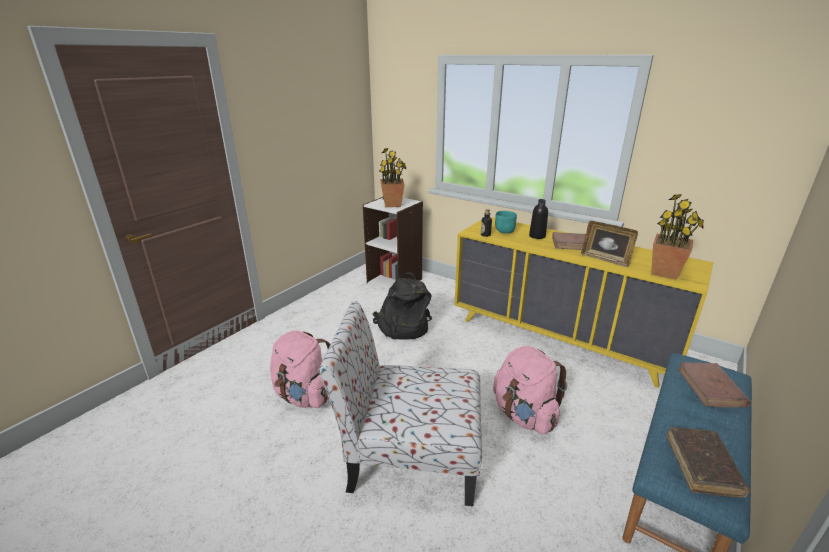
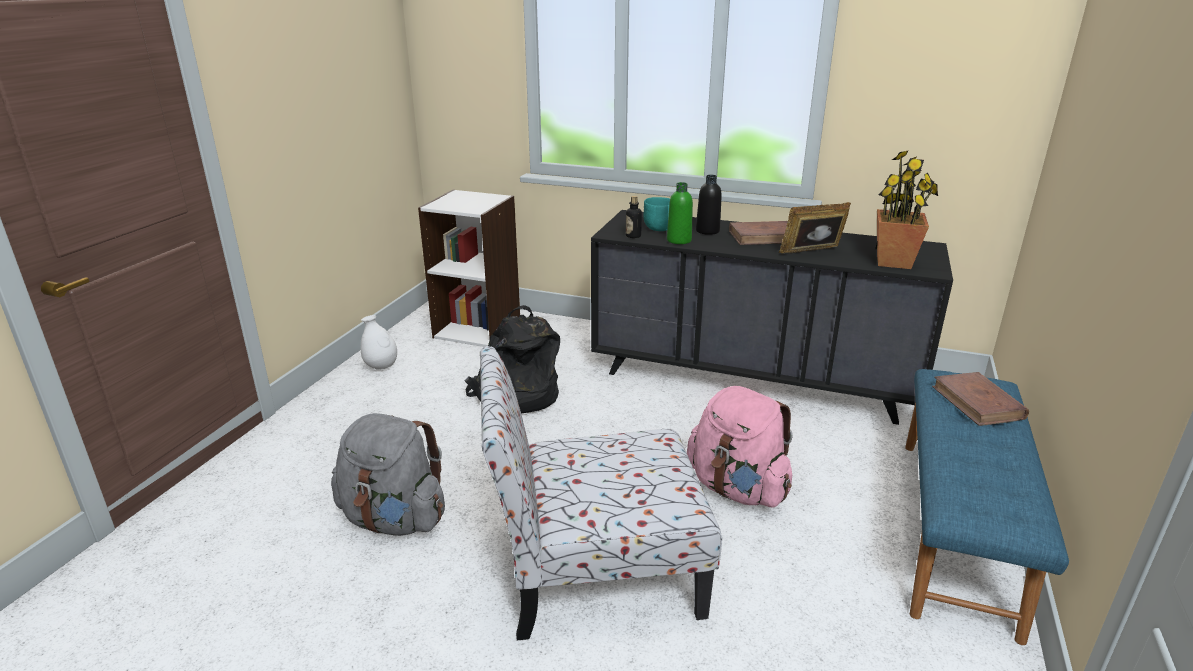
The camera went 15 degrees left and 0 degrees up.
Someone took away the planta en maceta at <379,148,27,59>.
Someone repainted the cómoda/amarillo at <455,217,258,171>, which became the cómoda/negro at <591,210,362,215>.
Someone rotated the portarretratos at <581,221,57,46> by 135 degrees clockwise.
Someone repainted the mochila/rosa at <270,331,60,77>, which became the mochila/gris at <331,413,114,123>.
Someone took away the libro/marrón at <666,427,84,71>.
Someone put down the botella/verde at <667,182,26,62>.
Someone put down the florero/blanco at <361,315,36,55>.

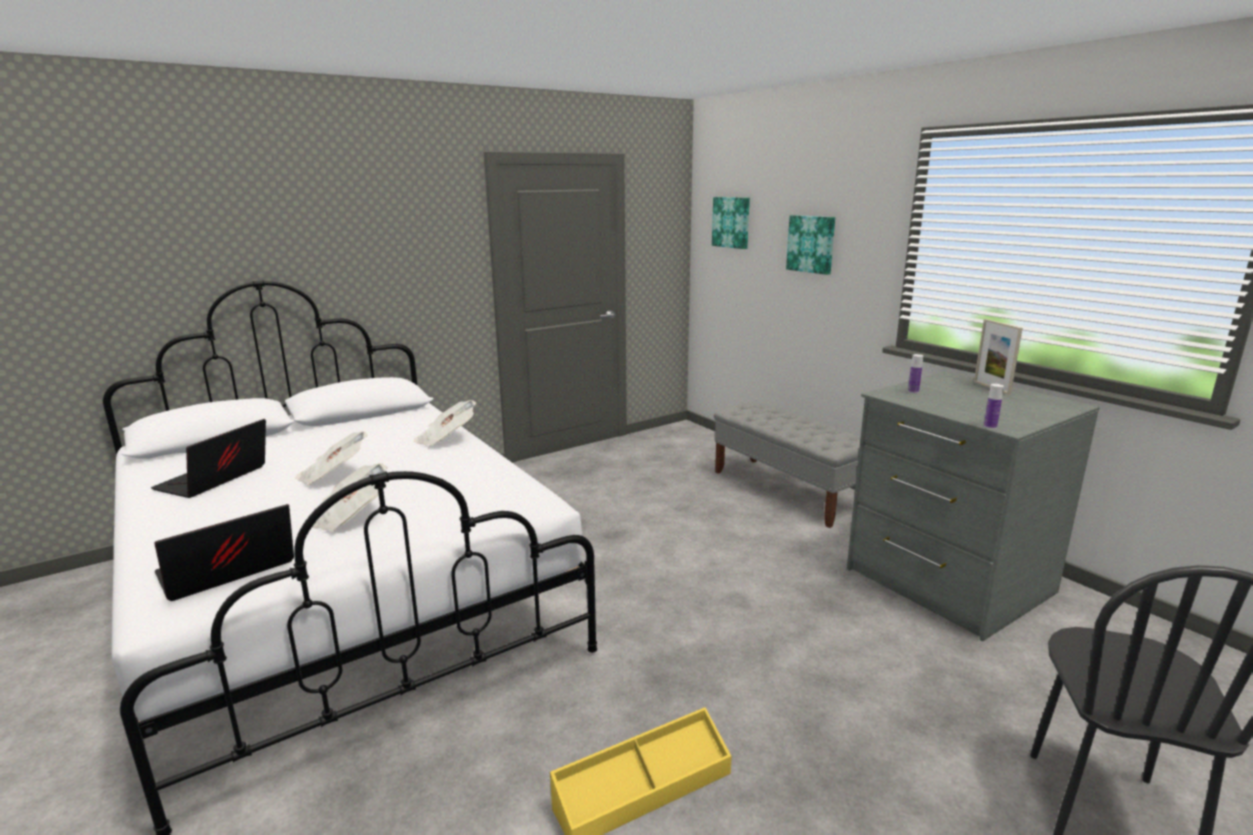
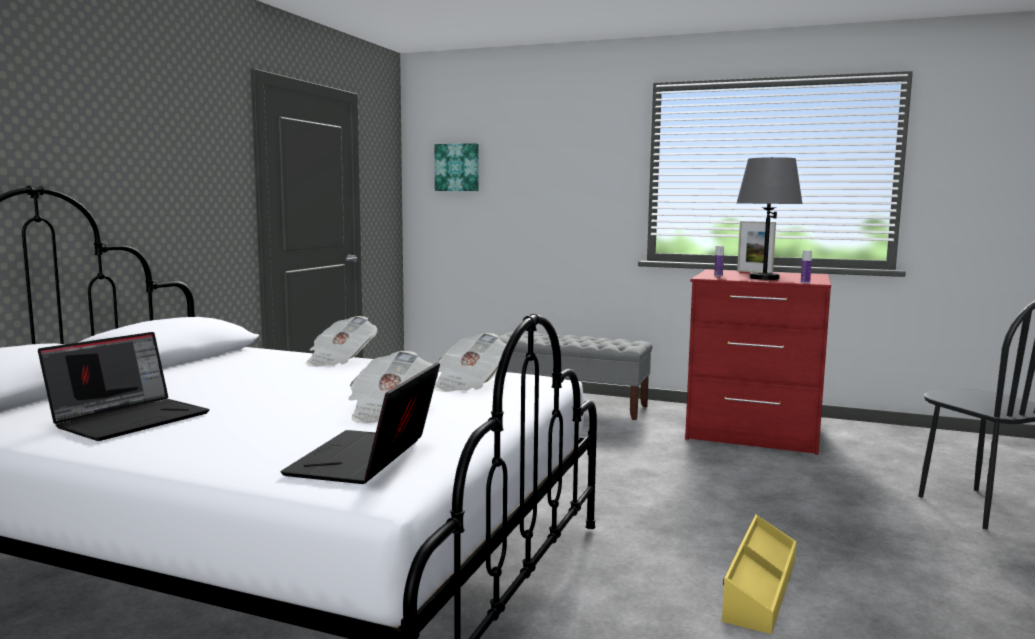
The camera went 35 degrees left and 10 degrees down.
Someone took away the cuadro at <786,215,49,60>.
Someone repainted the cómoda/gris at <847,371,253,270>, which became the cómoda/rojo at <685,269,146,186>.
Someone rotated the portátil at <151,419,115,79> by 135 degrees counterclockwise.
Someone carried the periódico from <295,431,72,55> to <434,333,72,59>.
Someone put down the lámpara de mesa/gris at <737,157,65,123>.

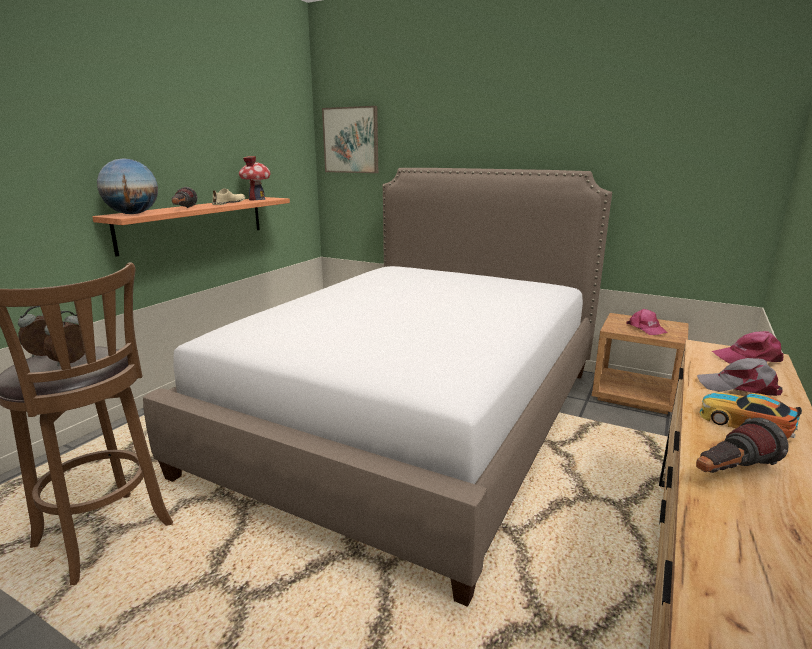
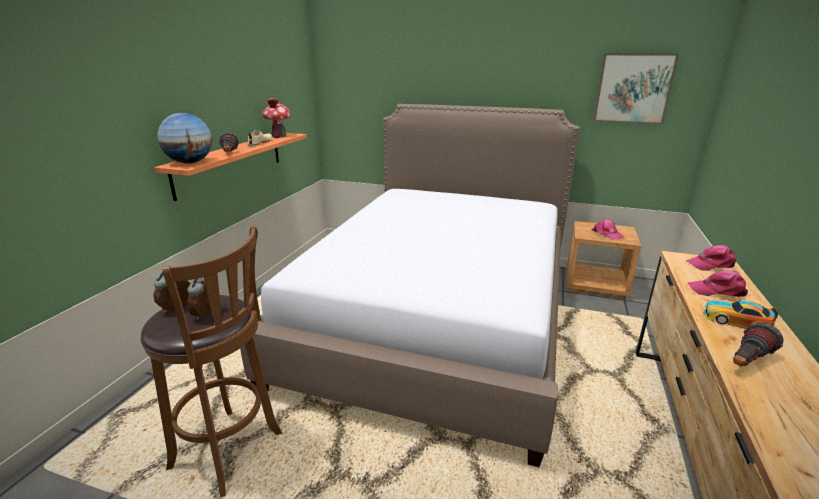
The camera went 10 degrees left and 5 degrees up.
Someone carried the cuadro from <322,106,56,67> to <593,54,86,70>.
Someone repainted the gorra/gris at <697,358,86,38>, which became the gorra/rosa at <687,270,61,27>.

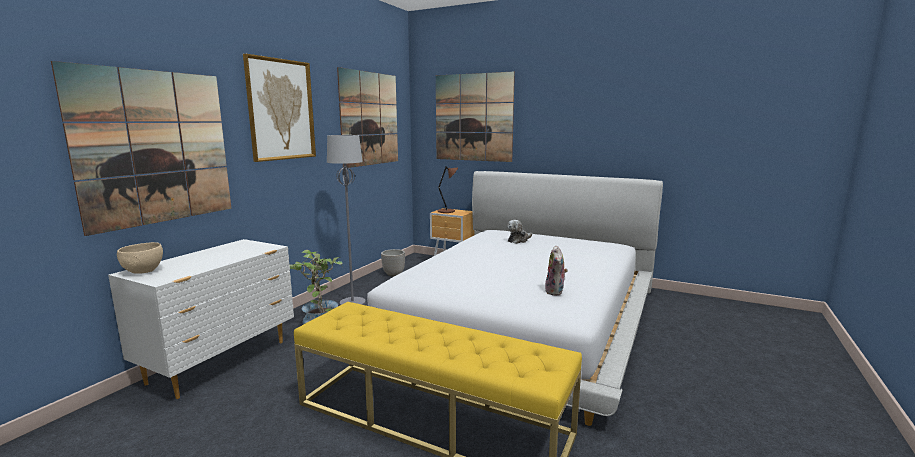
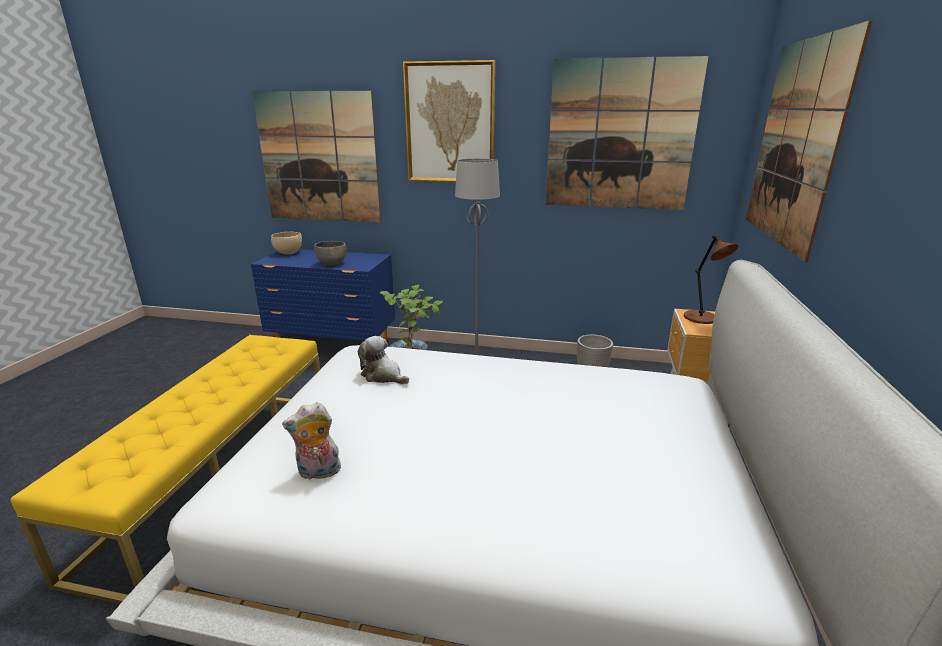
The camera went 75 degrees right and 10 degrees up.
Someone carried the peluche from <507,220,25,24> to <358,336,51,48>.
Someone repainted the cómoda/blanco at <108,239,186,160>, which became the cómoda/azul at <251,249,144,92>.
Someone put down the cuenco/gris at <314,241,33,25>.

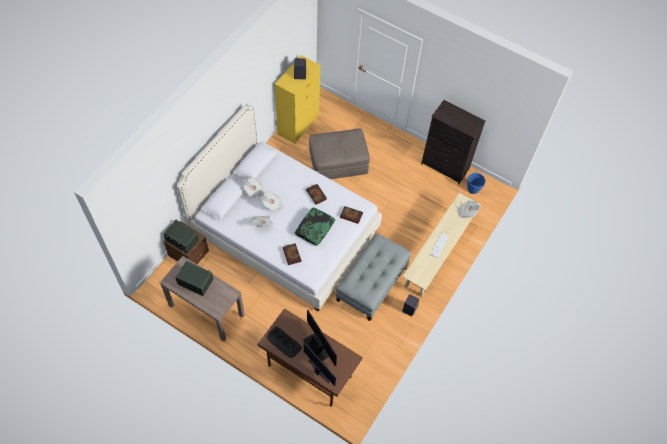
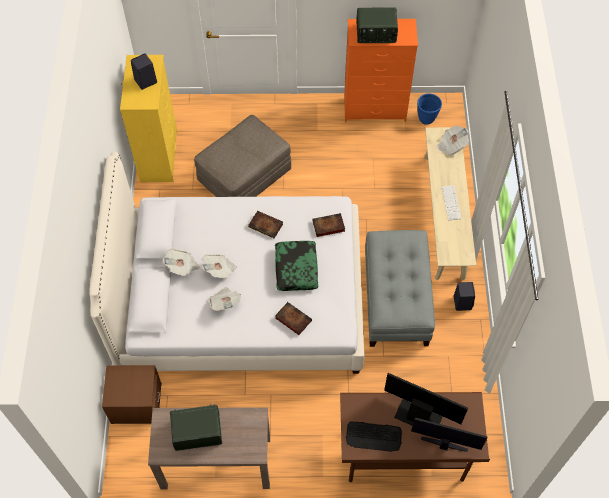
The camera went 30 degrees left and 0 degrees up.
Someone repainted the cómoda/negro at <421,100,65,85>, which became the cómoda/naranja at <344,19,74,103>.
Someone carried the radio from <163,220,36,34> to <356,8,42,35>.

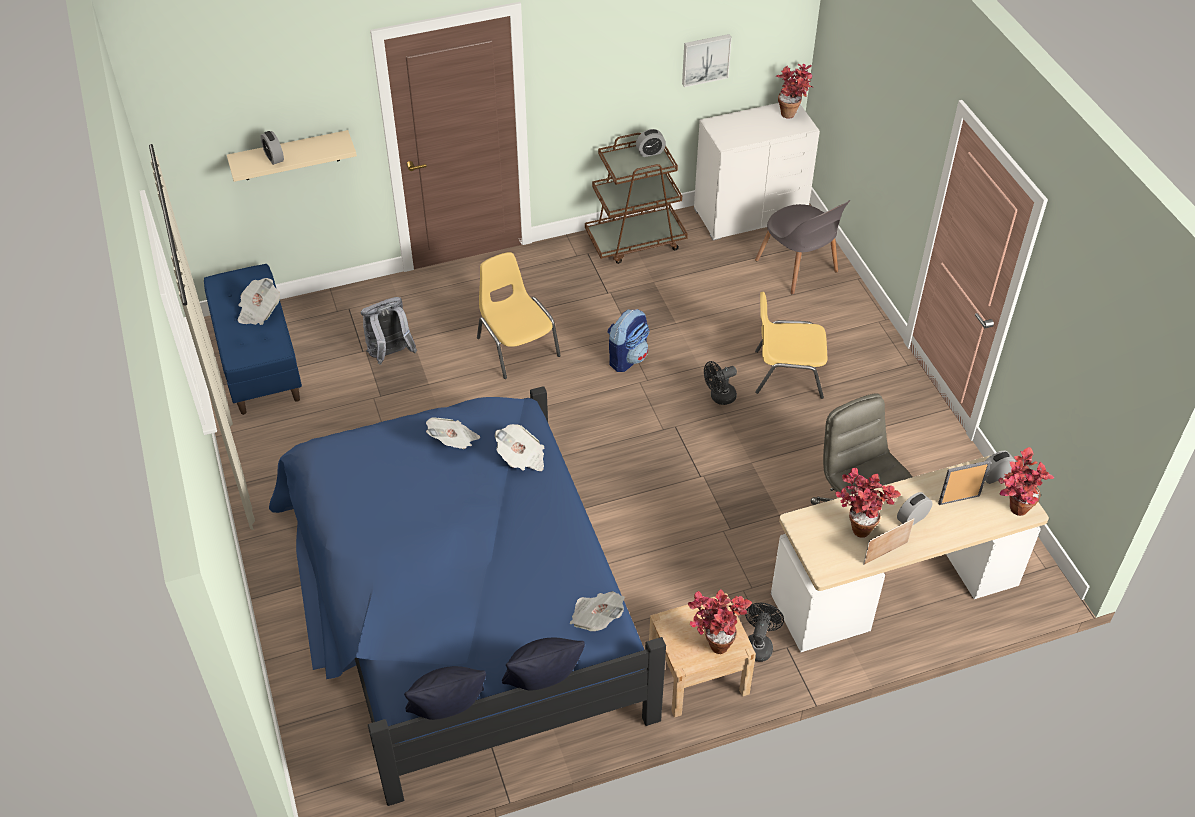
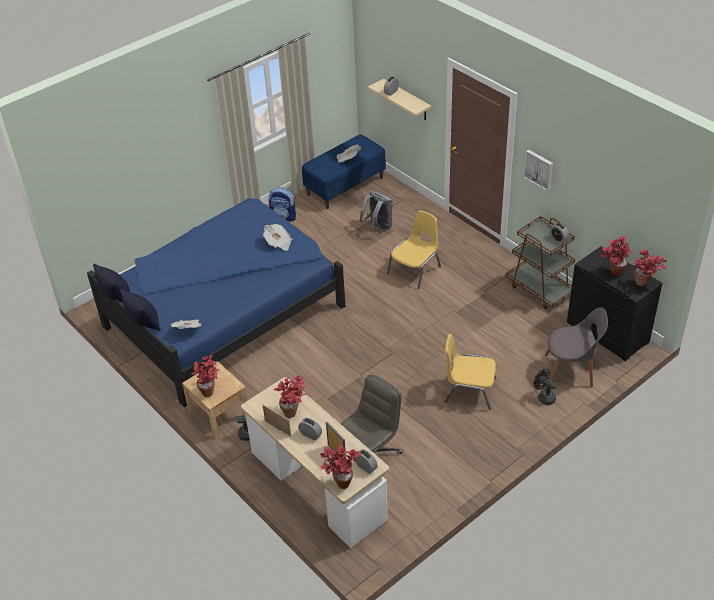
The camera went 70 degrees right and 5 degrees down.
Someone carried the cuadro from <682,34,50,53> to <524,150,29,41>.
Someone repainted the cómoda/blanco at <694,103,126,137>, which became the cómoda/negro at <567,246,95,115>.
Someone rotated the silla/gris at <755,200,95,95> by 120 degrees counterclockwise.
Someone rotated the silla/amarillo at <755,292,72,107> by 60 degrees counterclockwise.
Someone carried the mochila from <607,309,42,63> to <269,187,27,35>.
Someone carried the ventilador/negro from <704,361,33,44> to <534,369,23,36>.
Someone took away the periódico at <495,424,49,47>.
Someone put down the planta en maceta at <600,236,32,40>.

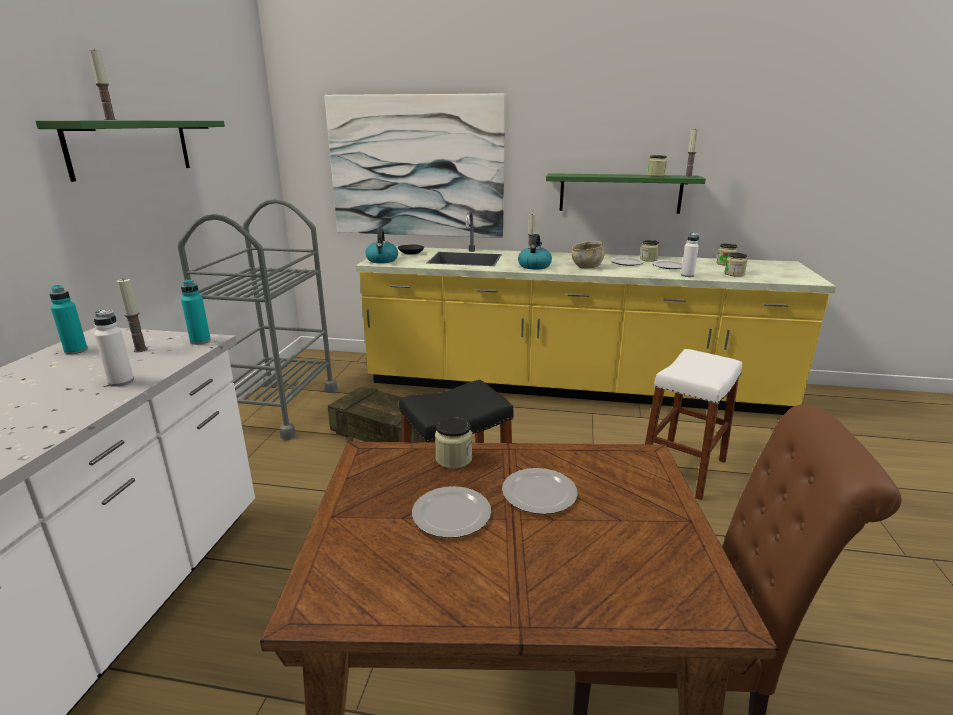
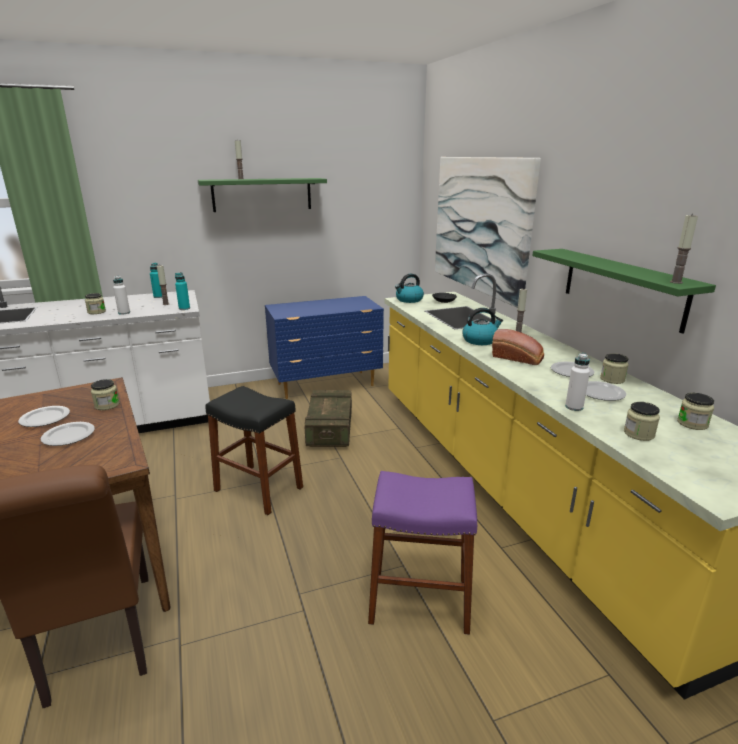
The camera went 60 degrees right and 0 degrees up.
Someone carried the tarro from <647,155,20,22> to <85,293,21,21>.
Someone swapped the carrito/gris at <178,199,159,241> for the cómoda/azul at <265,296,119,103>.
Someone swapped the cuenco/beis at <572,241,33,28> for the pan at <492,329,52,36>.
Someone repainted the taburete/blanco at <645,349,97,151>, which became the taburete/morado at <368,471,109,164>.

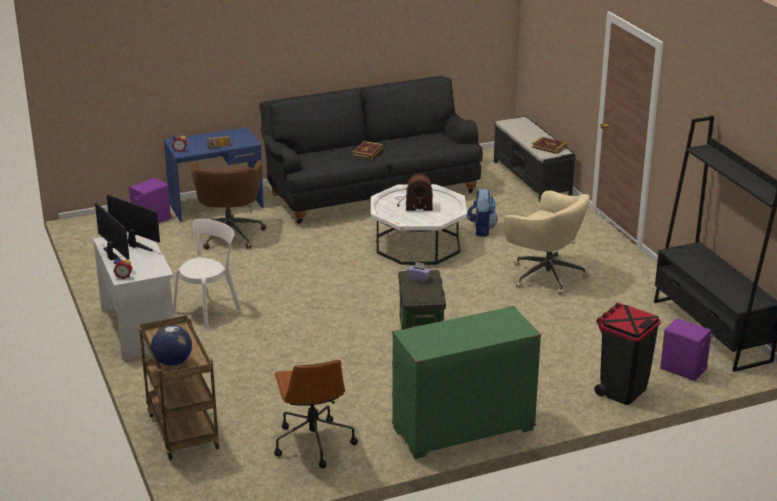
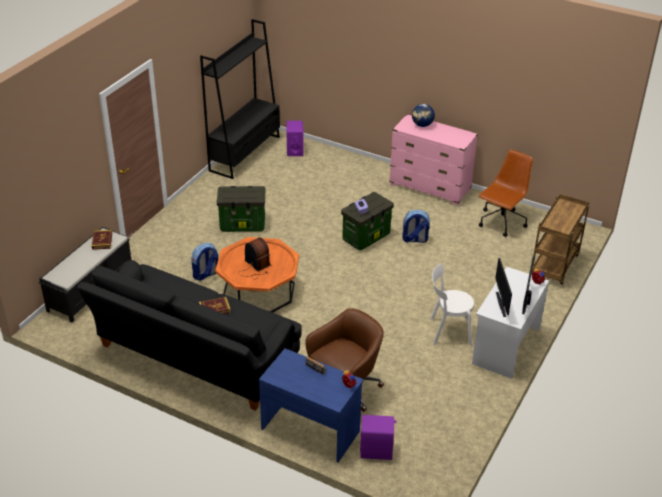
The camera went 130 degrees left and 10 degrees up.
Someone repainted the mesa de centro/blanco at <371,184,96,81>, which became the mesa de centro/naranja at <215,237,84,76>.
Someone swapped the silla de oficina/beis at <504,190,86,105> for the caja de almacenaje at <217,186,48,46>.
Someone took away the papelera/negro at <594,302,67,103>.
Someone repainted the cómoda/verde at <392,306,149,153>, which became the cómoda/rosa at <389,114,89,91>.
Someone carried the globo terráqueo from <151,325,41,41> to <412,104,23,23>.
Someone put down the mochila at <402,210,28,33>.

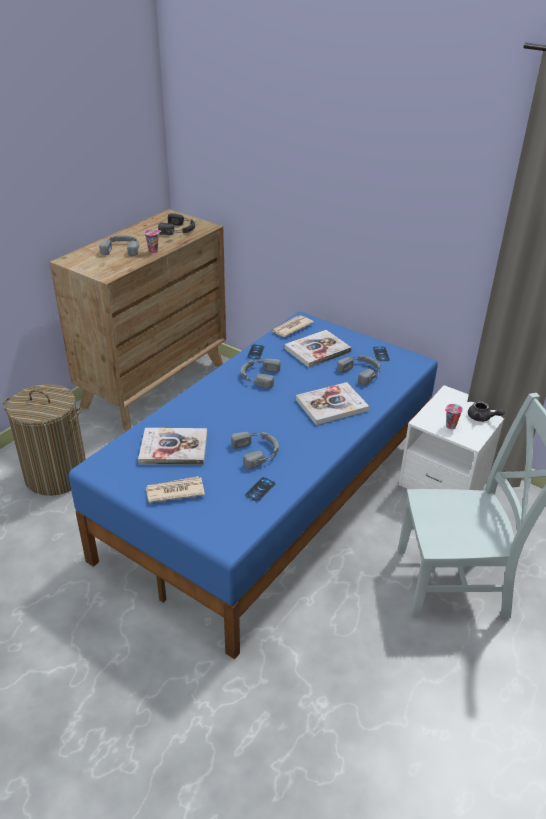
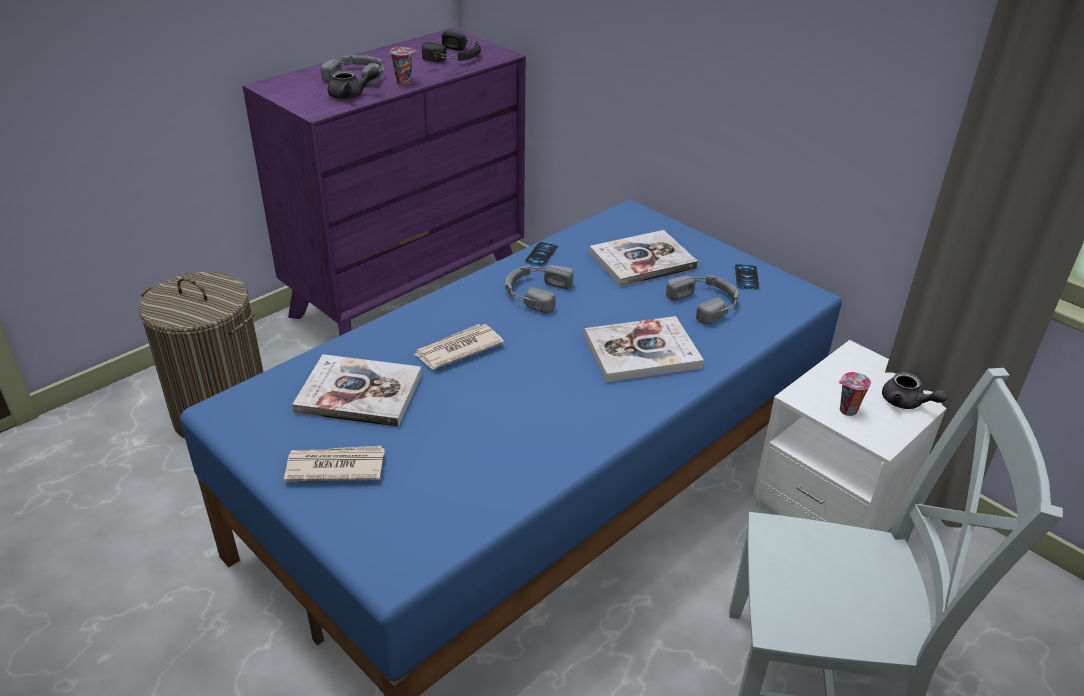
The camera went 10 degrees right and 0 degrees up.
Someone repainted the cómoda/marrón at <50,209,176,223>, which became the cómoda/morado at <242,28,284,308>.
Someone carried the periódico from <271,316,43,21> to <414,324,90,45>.
Someone took away the auriculares/gris at <231,432,48,37>.
Someone took away the móvil at <245,477,31,25>.
Someone put down the tetera/gris at <328,66,52,33>.

